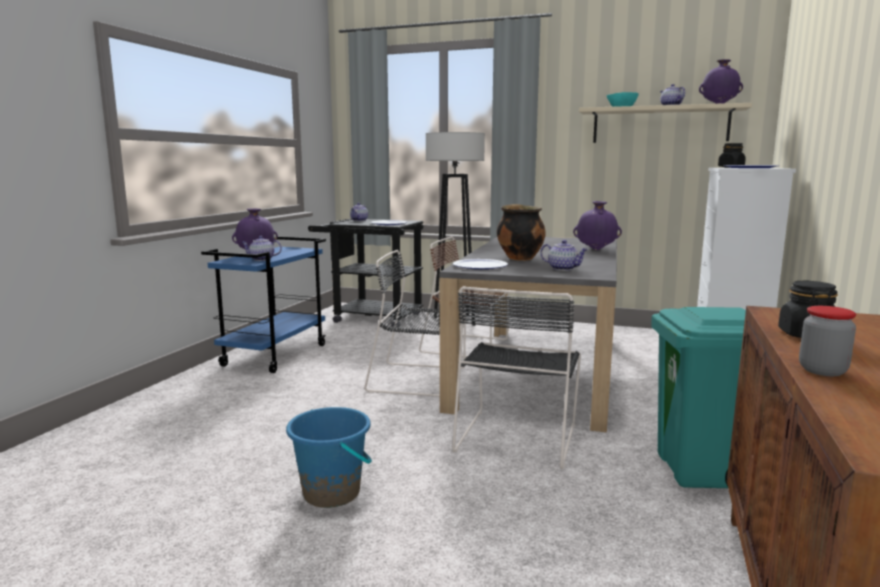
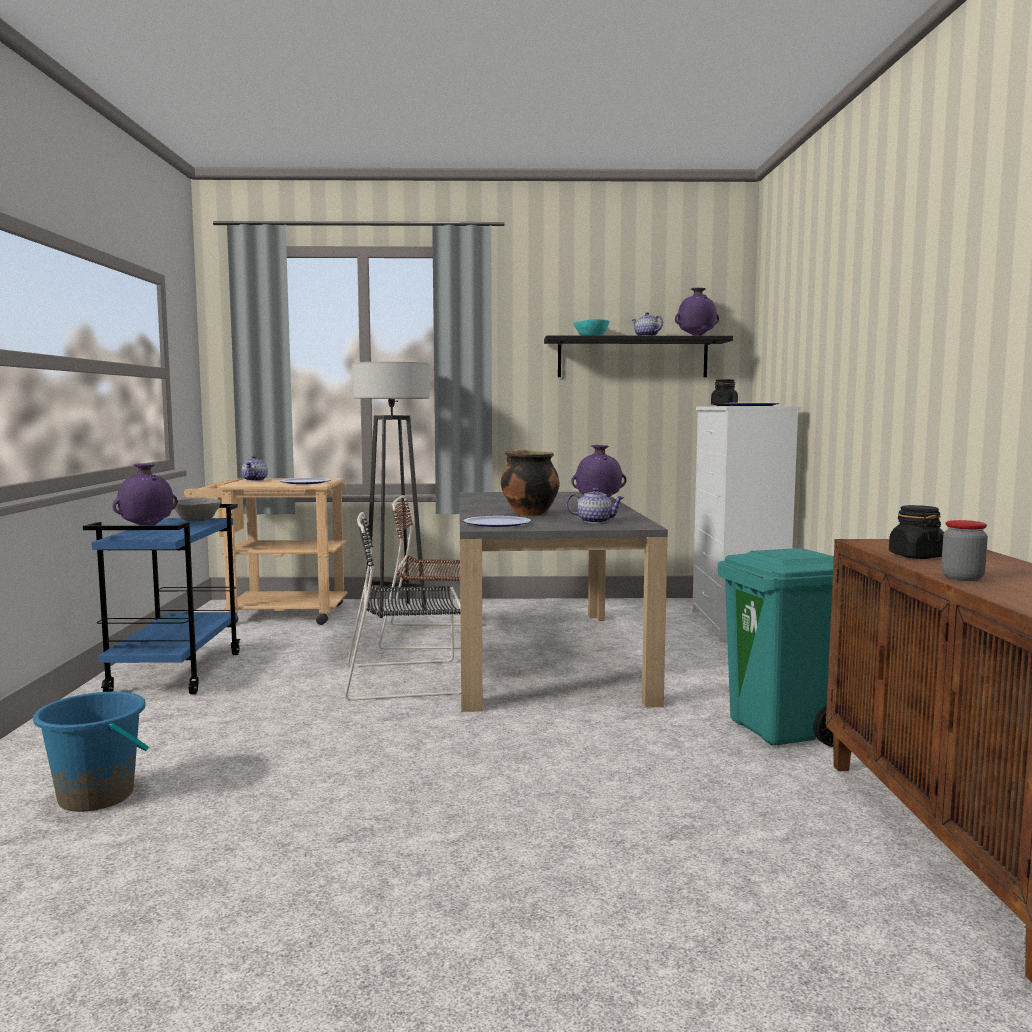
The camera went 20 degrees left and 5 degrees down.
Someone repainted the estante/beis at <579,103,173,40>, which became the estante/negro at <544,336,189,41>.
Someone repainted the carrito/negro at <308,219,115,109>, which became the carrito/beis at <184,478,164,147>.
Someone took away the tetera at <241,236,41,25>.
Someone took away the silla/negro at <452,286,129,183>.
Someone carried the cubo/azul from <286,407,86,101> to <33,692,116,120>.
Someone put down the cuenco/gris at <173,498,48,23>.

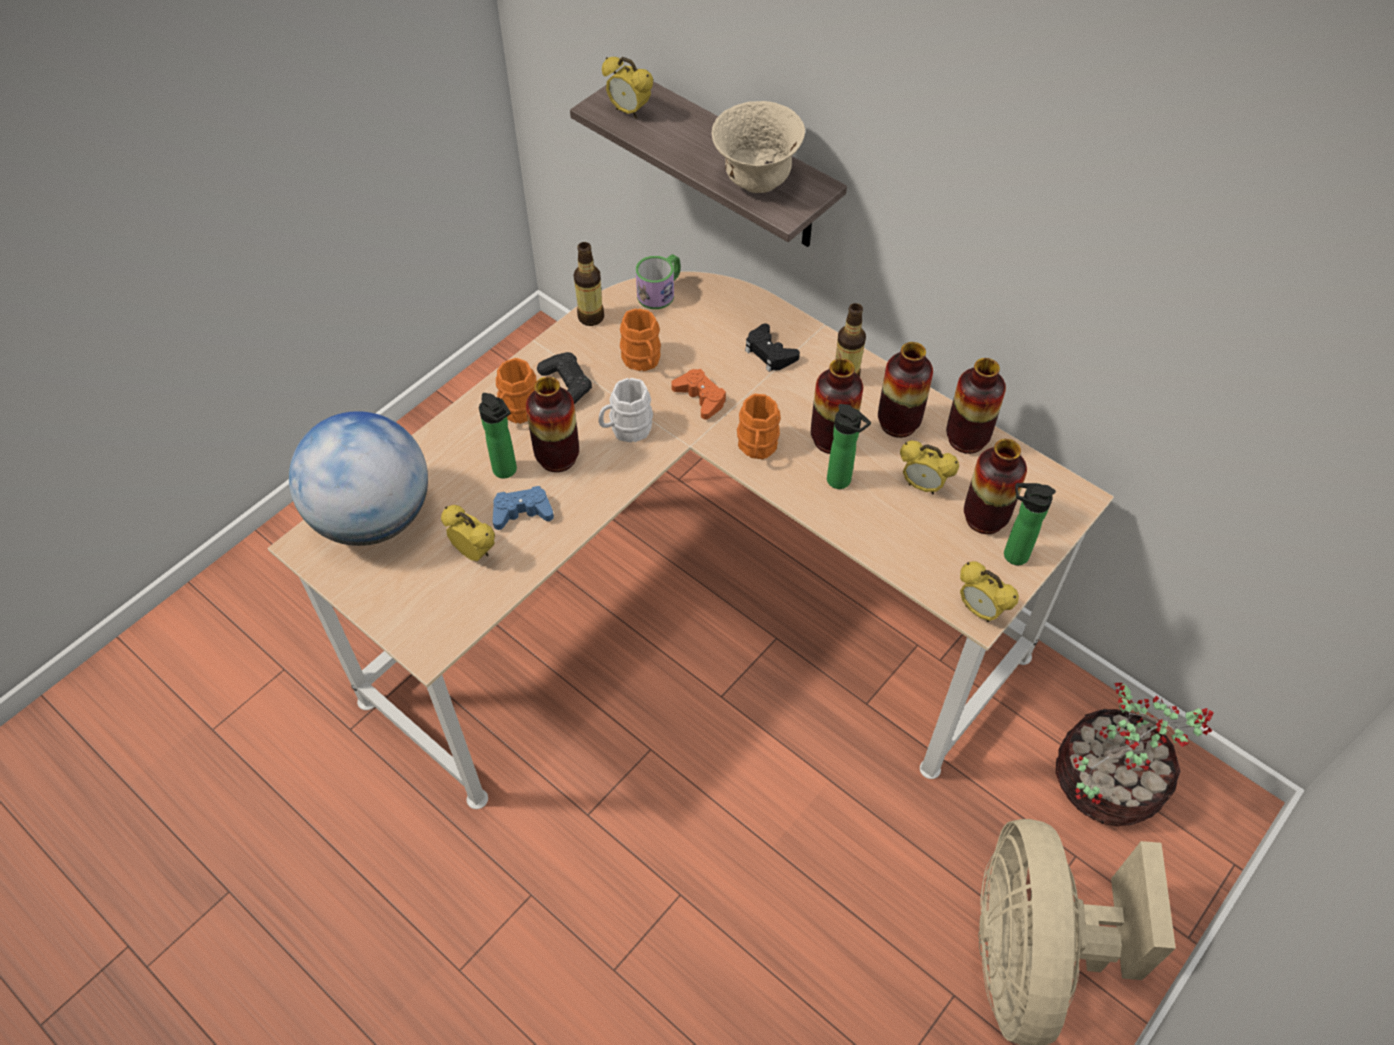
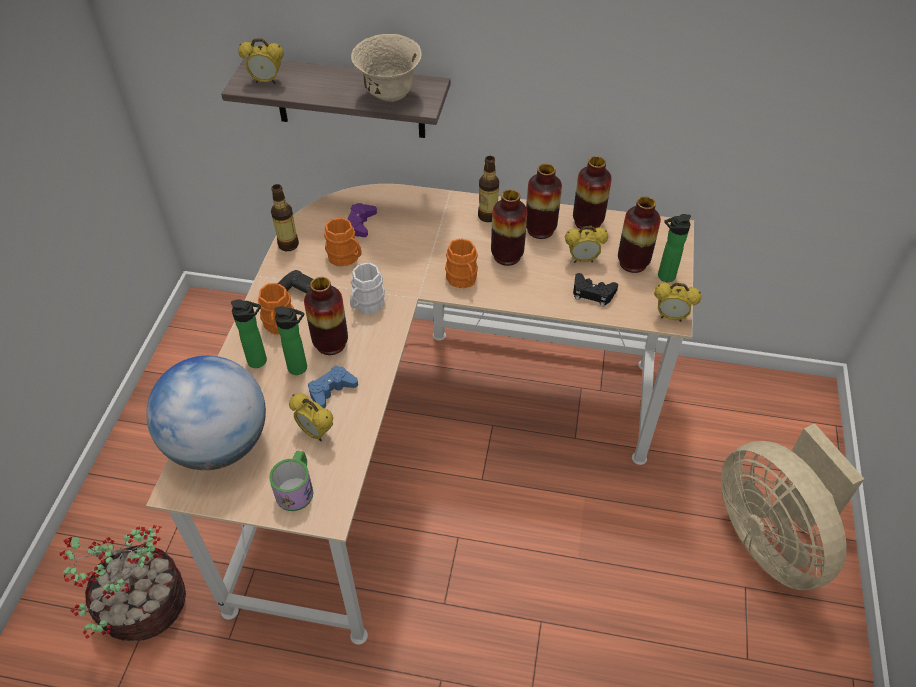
The camera went 30 degrees left and 5 degrees down.
Someone carried the taza grande from <636,254,45,55> to <269,450,44,61>.
Someone carried the mando de consola/negro from <745,323,55,49> to <573,273,45,34>.
Someone took away the mando de consola/naranja at <671,369,55,51>.
Someone carried the botella from <827,404,44,85> to <231,299,36,69>.
Someone rotated the despertador at <441,505,54,57> by 150 degrees counterclockwise.
Someone carried the planta en maceta from <1056,683,158,143> to <60,525,126,116>.
Someone put down the mando de consola/morado at <347,203,30,34>.

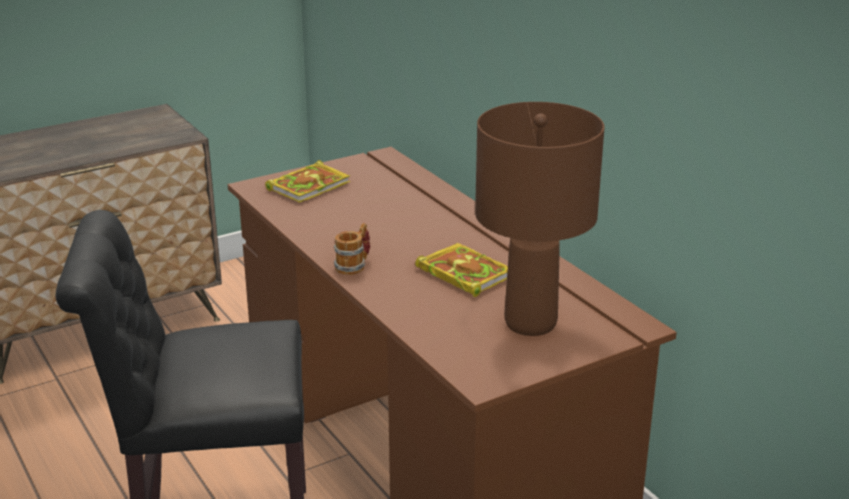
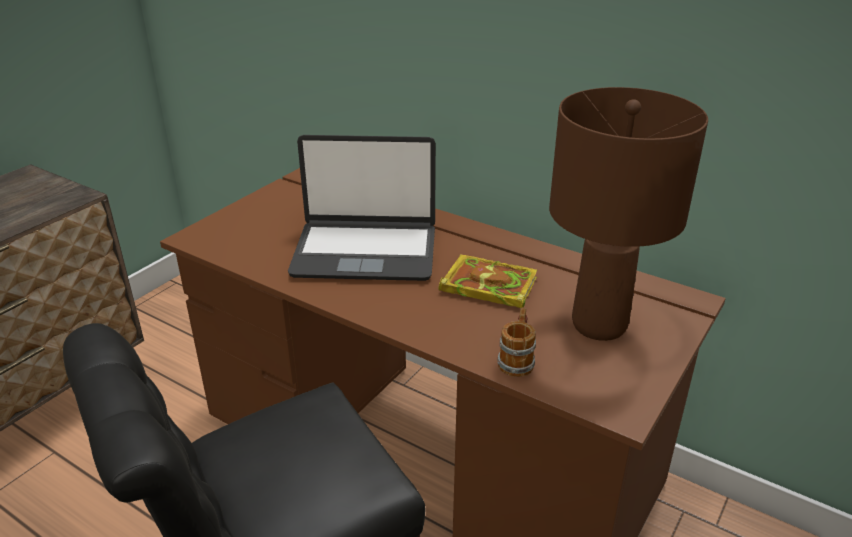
The camera went 25 degrees left and 5 degrees up.
Someone took away the libro at <265,160,85,43>.
Someone carried the taza grande from <334,223,36,52> to <498,308,38,69>.
Someone put down the portátil at <288,135,148,146>.

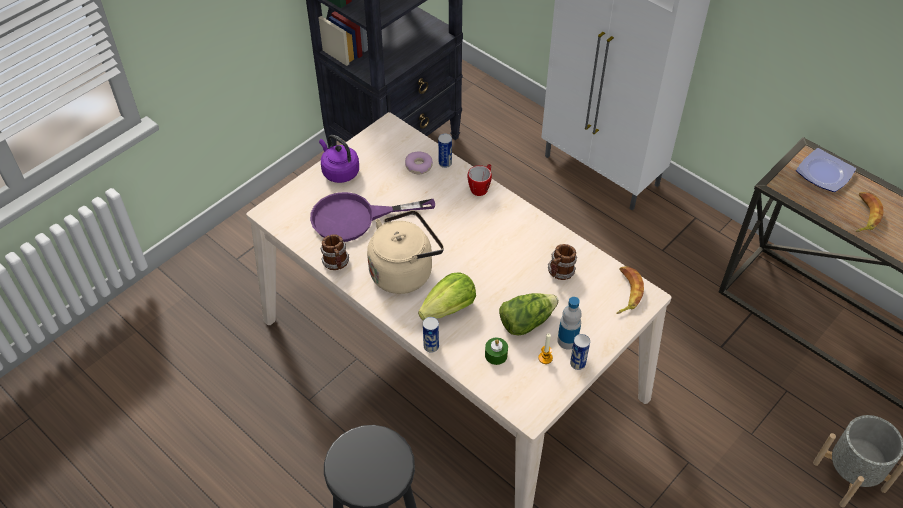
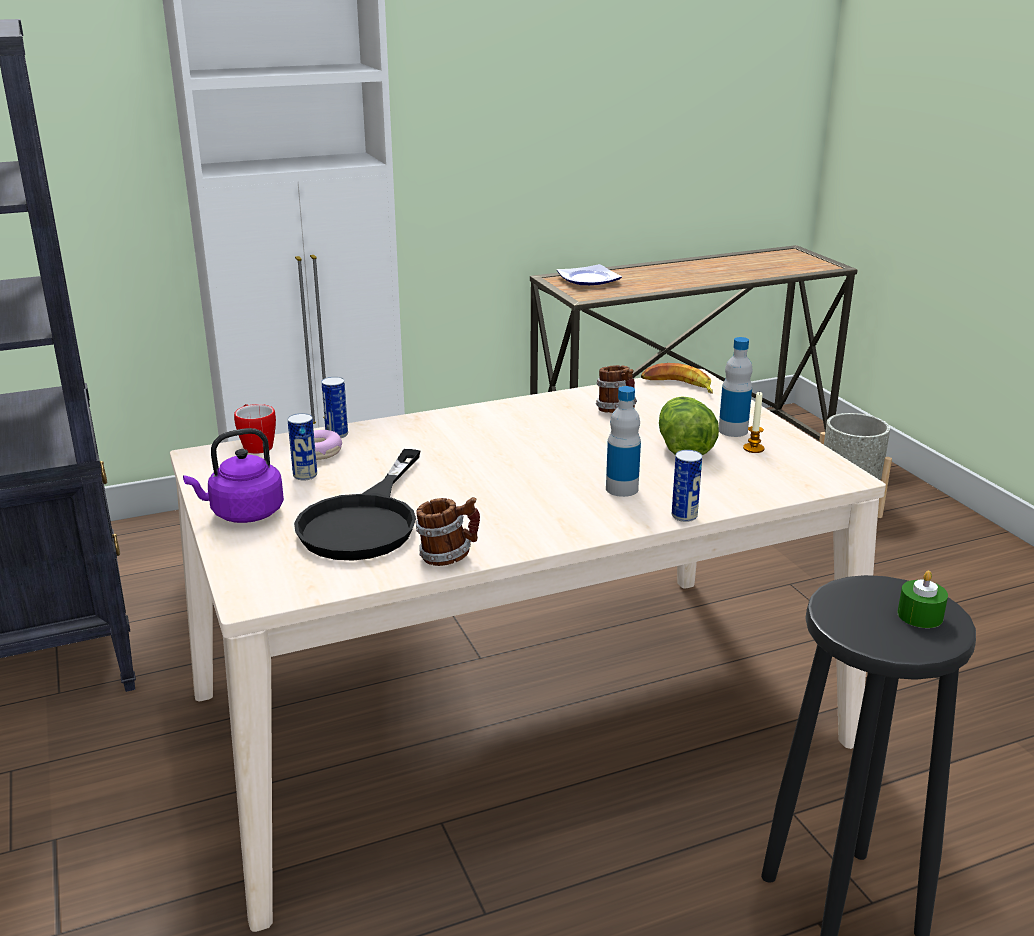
The camera went 65 degrees left and 25 degrees down.
Someone carried the taza grande from <467,164,25,32> to <234,404,42,50>.
Someone repainted the sartén/morado at <310,192,125,50>, which became the sartén/negro at <294,449,126,112>.
Someone took away the plátano at <855,192,29,40>.
Someone took away the hervidor/beis at <367,210,77,84>.
Someone swapped the lechuga at <418,272,58,48> for the botella at <606,386,35,111>.
Someone carried the lata from <570,334,20,36> to <287,413,30,67>.
Someone carried the vela/verde from <485,338,23,27> to <898,571,50,57>.

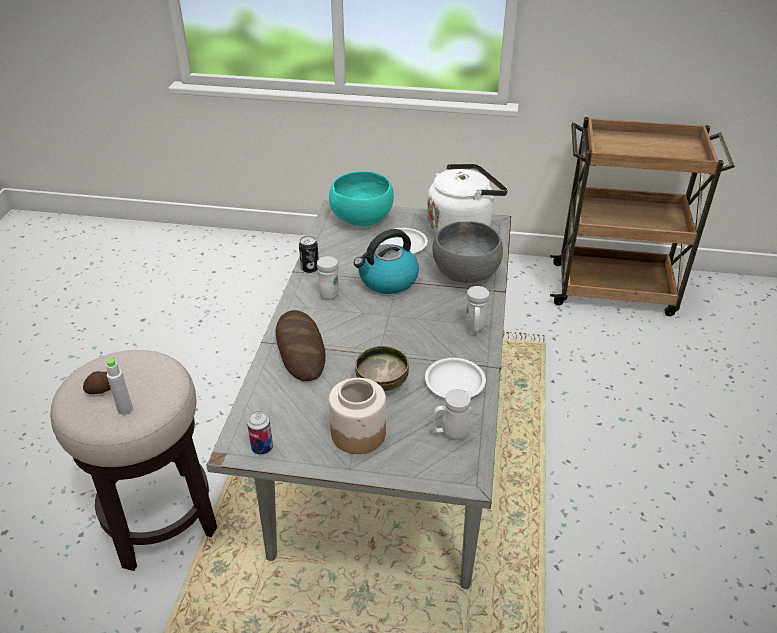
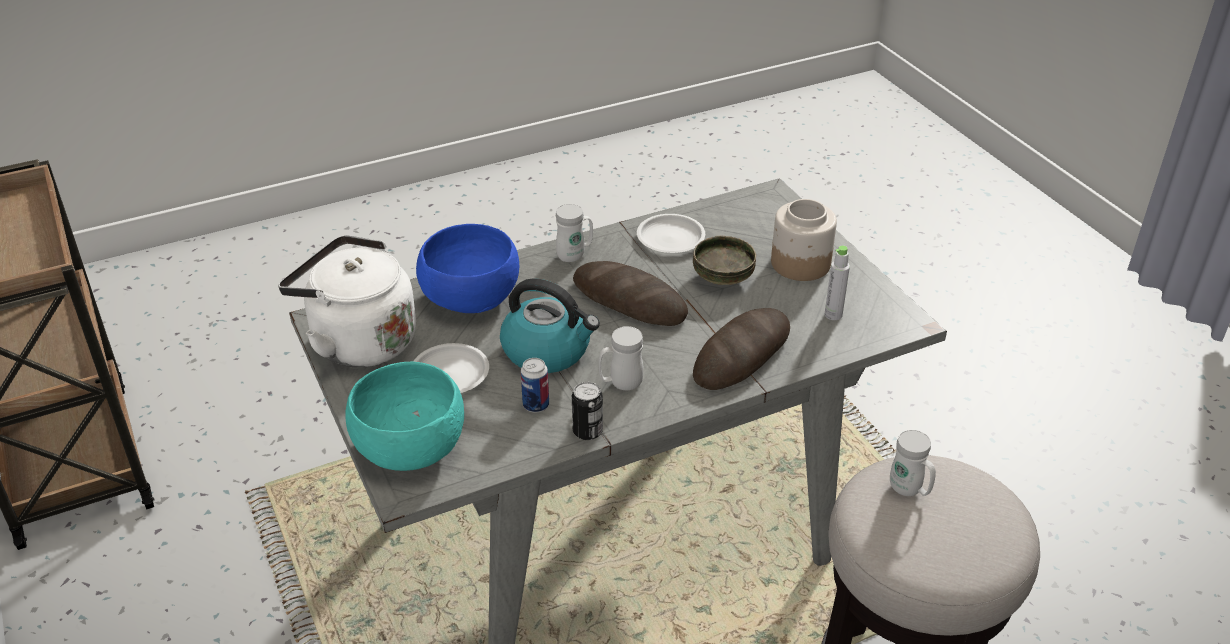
The camera went 125 degrees left and 0 degrees up.
Someone repainted the cuenco/gris at <432,221,71,62>, which became the cuenco/azul at <416,224,103,89>.
Someone carried the botella/gris from <106,357,27,58> to <825,245,25,75>.
Someone took away the patata at <83,371,28,23>.
Someone carried the taza grande/blanco from <433,389,38,51> to <890,430,46,66>.
Someone carried the lata from <247,411,26,44> to <521,358,28,55>.
Someone put down the pan at <573,261,115,65>.

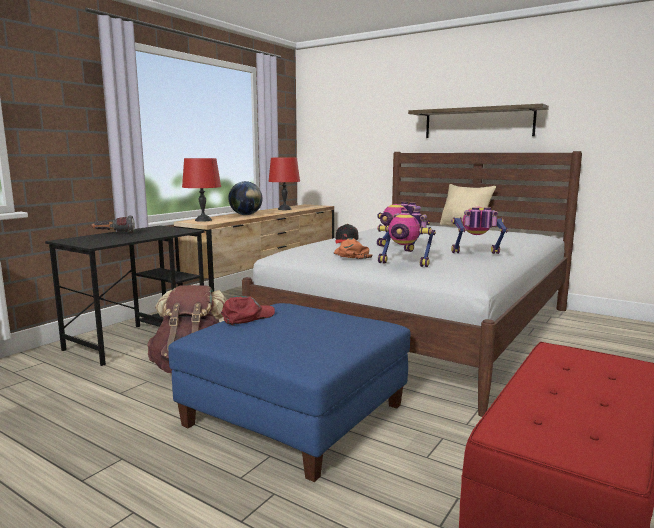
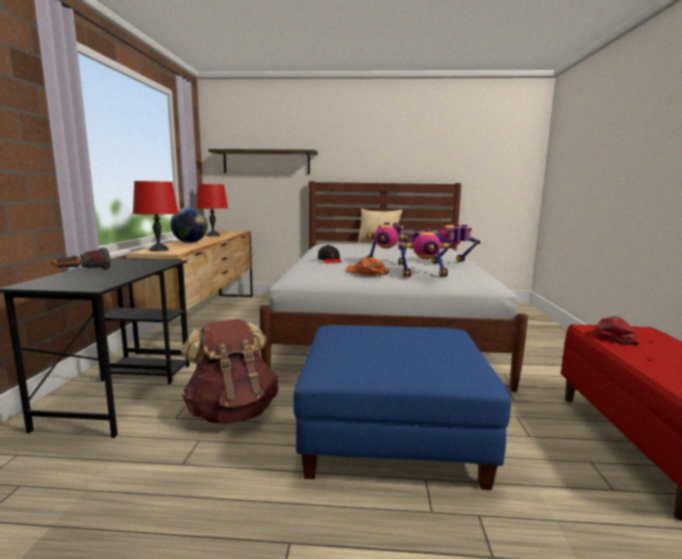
The camera went 30 degrees left and 0 degrees up.
Someone carried the estante from <408,103,141,35> to <208,149,110,25>.
Someone carried the gorra/rojo from <221,296,54,30> to <594,316,45,29>.

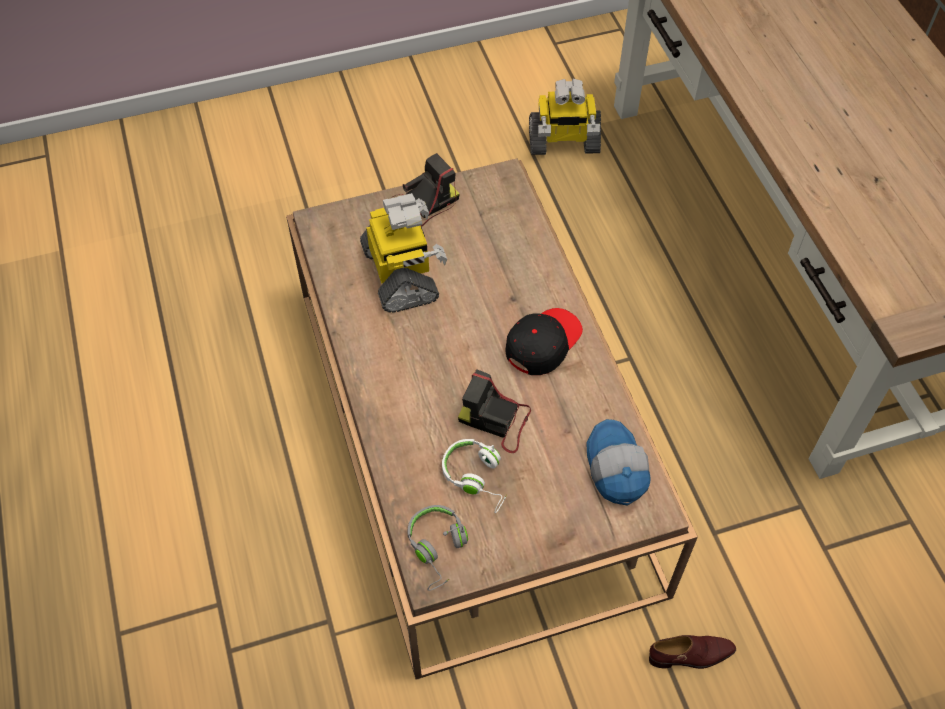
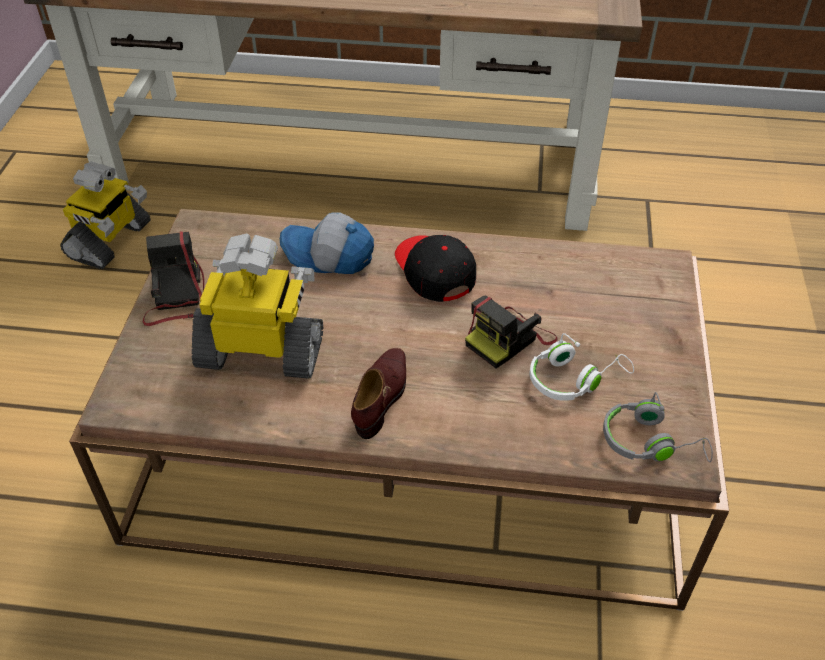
The camera went 65 degrees left and 10 degrees down.
Someone carried the gorra from <586,419,65,87> to <280,212,94,62>.
Someone carried the zapato/marrón from <649,635,87,34> to <351,348,55,91>.

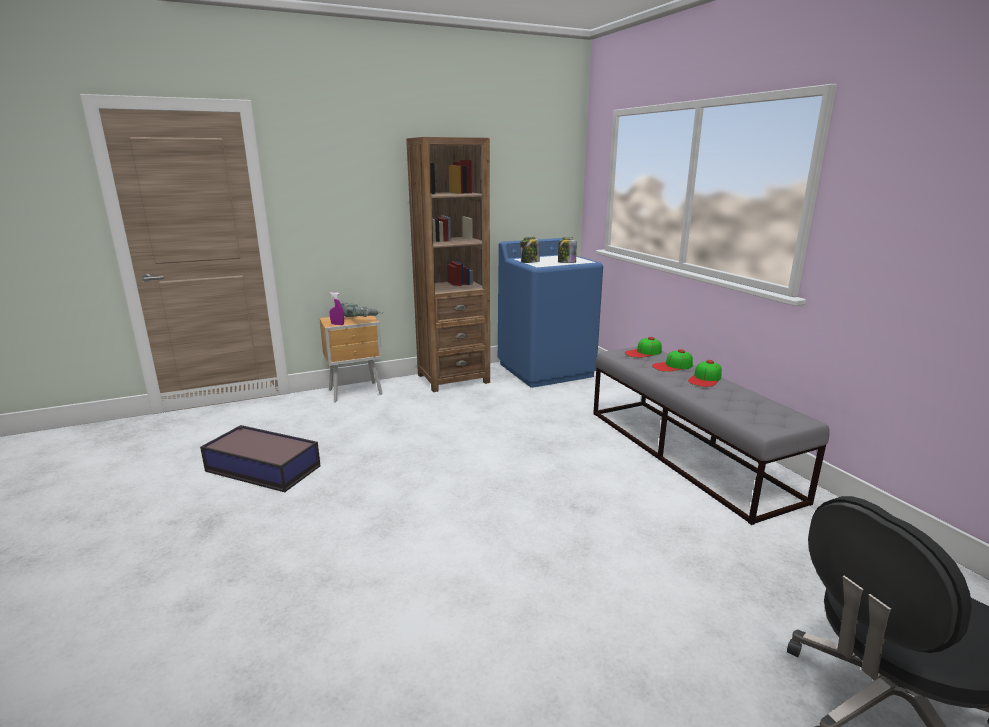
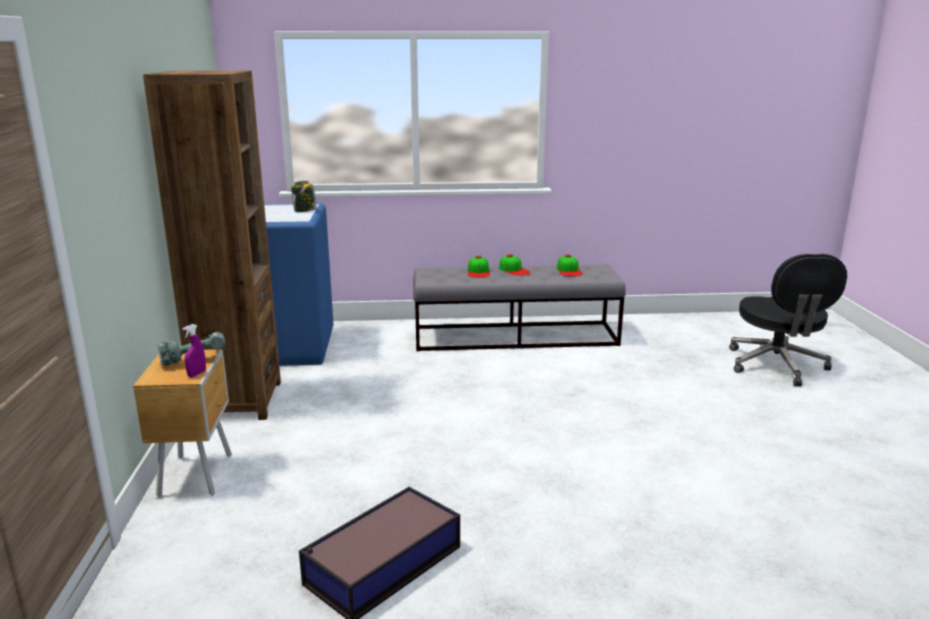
The camera went 70 degrees left and 0 degrees up.
Someone took away the tarro at <520,237,20,26>.
Someone carried the gorra from <625,337,37,21> to <557,254,26,23>.

